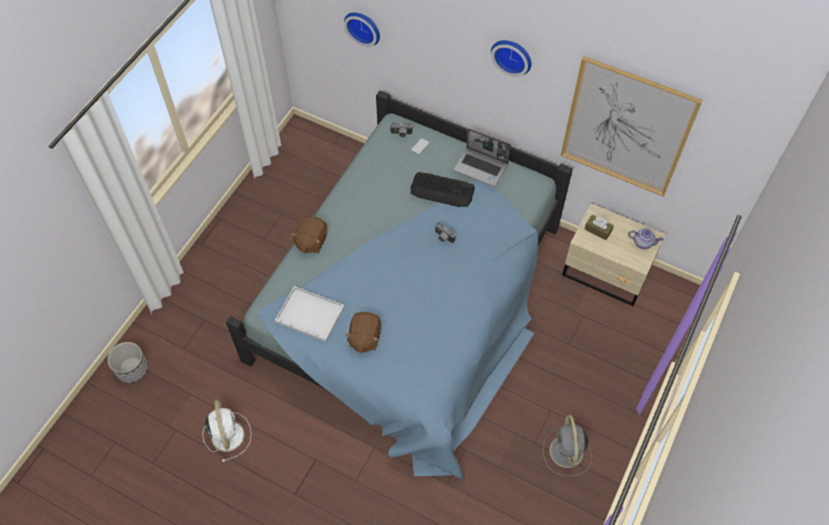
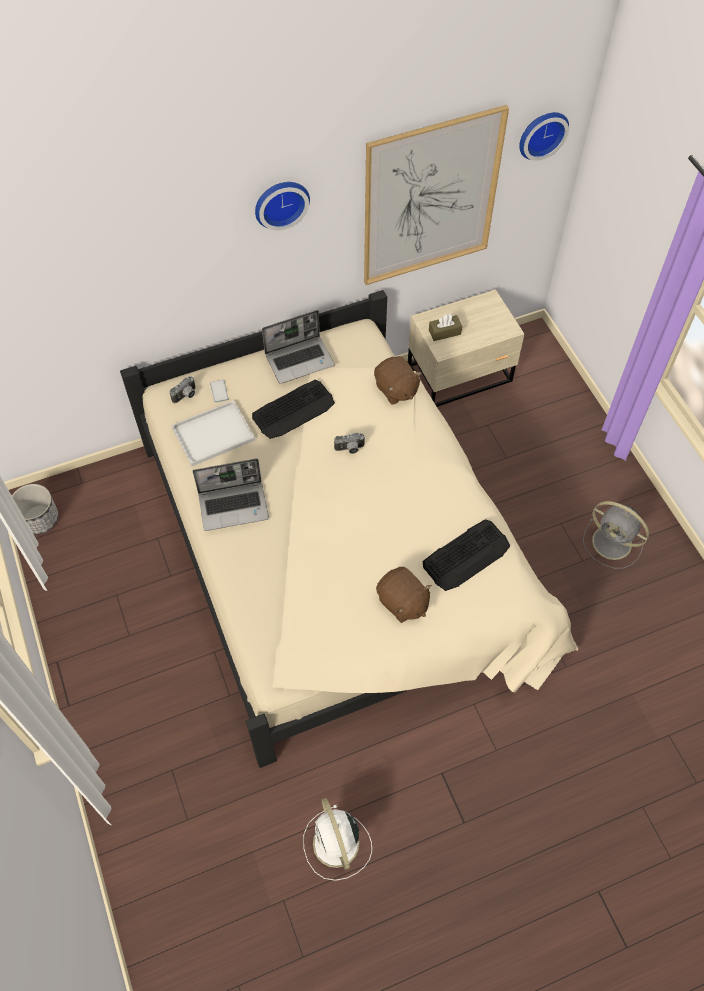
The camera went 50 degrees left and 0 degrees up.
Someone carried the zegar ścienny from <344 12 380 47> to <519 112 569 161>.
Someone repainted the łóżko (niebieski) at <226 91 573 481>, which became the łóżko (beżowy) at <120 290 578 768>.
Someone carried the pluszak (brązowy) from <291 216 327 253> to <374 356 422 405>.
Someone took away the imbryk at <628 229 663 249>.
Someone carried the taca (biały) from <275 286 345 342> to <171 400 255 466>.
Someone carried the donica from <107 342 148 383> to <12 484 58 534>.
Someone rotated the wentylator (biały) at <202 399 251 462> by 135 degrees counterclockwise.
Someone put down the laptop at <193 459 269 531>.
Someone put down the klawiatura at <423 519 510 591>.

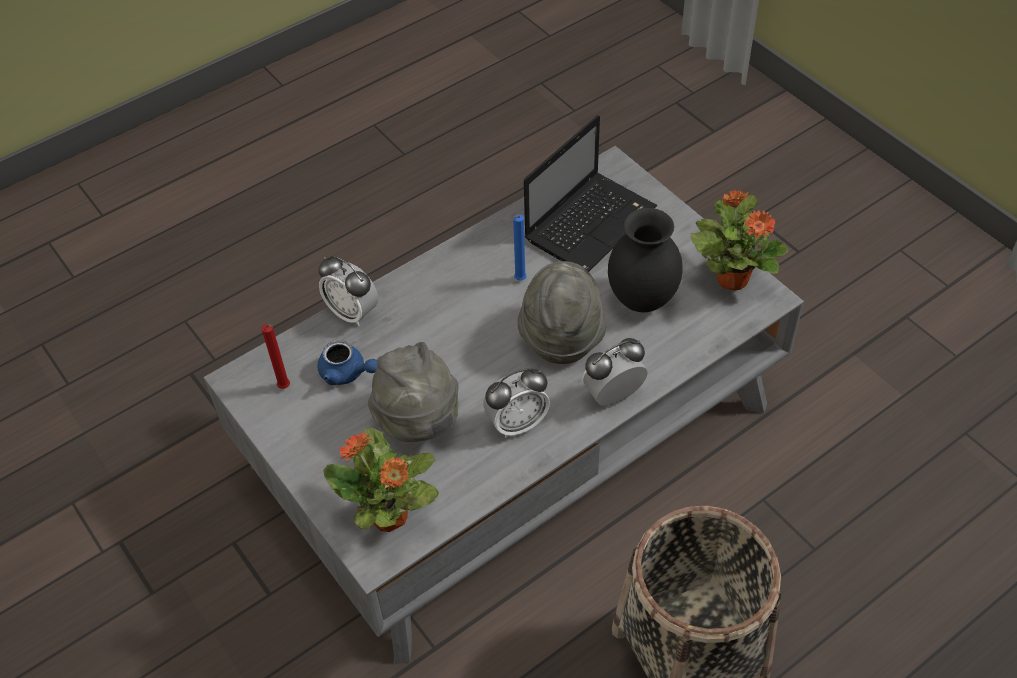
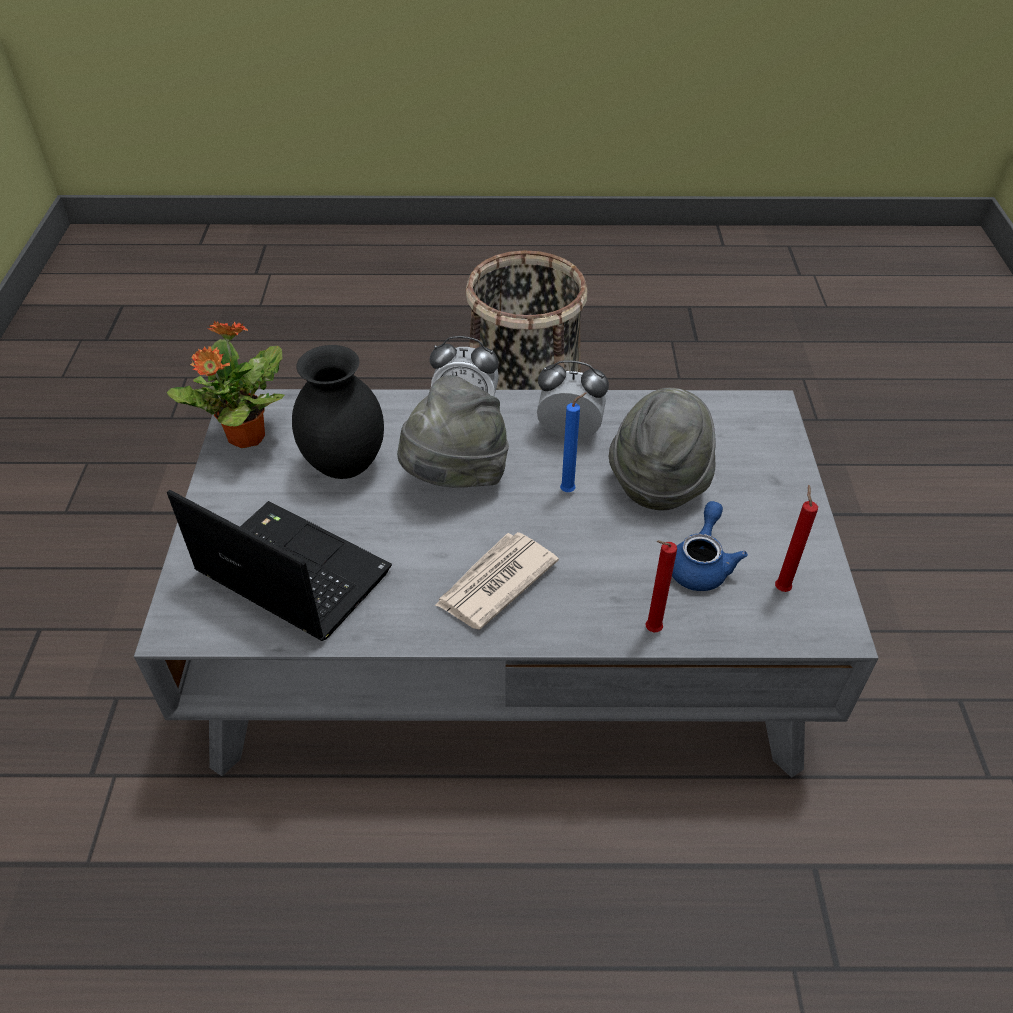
The camera went 145 degrees left and 5 degrees down.
Someone rotated the laptop at <524 115 657 272> by 45 degrees clockwise.
Someone carried the świeca (niebieski) from <513 214 526 281> to <560 393 587 492>.
Someone swapped the budzik at <318 256 378 326> for the świeca (czerwony) at <645 540 677 632>.
Someone rotated the imbryk (niebieski) at <317 340 377 386> by 45 degrees clockwise.
Someone took away the roślina doniczkowa at <323 428 439 532>.
Someone put down the gazeta at <435 532 559 629>.

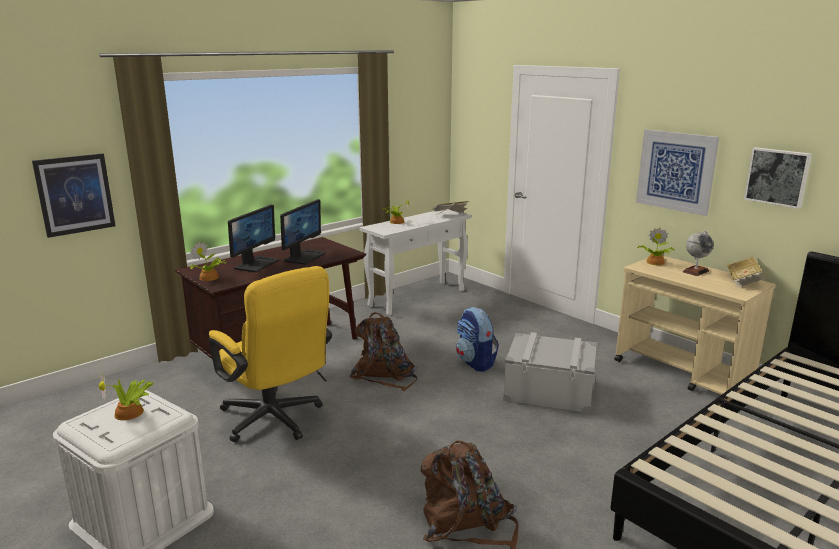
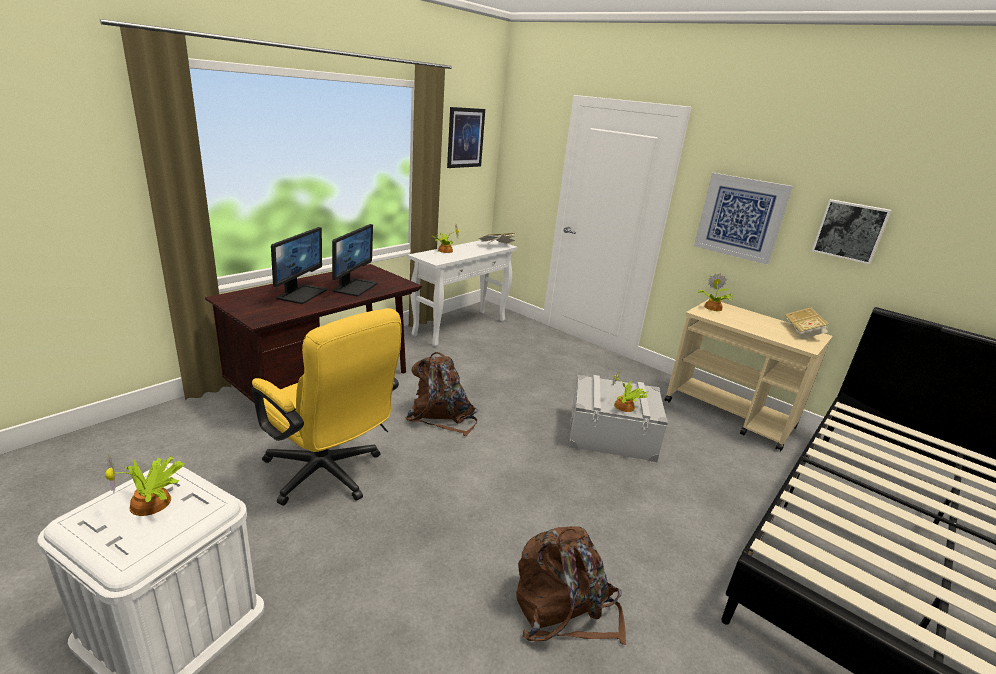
The camera went 10 degrees left and 5 degrees up.
Someone carried the obraz from <32 153 116 238> to <447 107 485 168>.
Someone took away the globus at <683 230 714 276>.
Someone carried the roślina doniczkowa from <190 241 227 281> to <612 370 648 412>.
Someone took away the plecak at <456 307 499 372>.

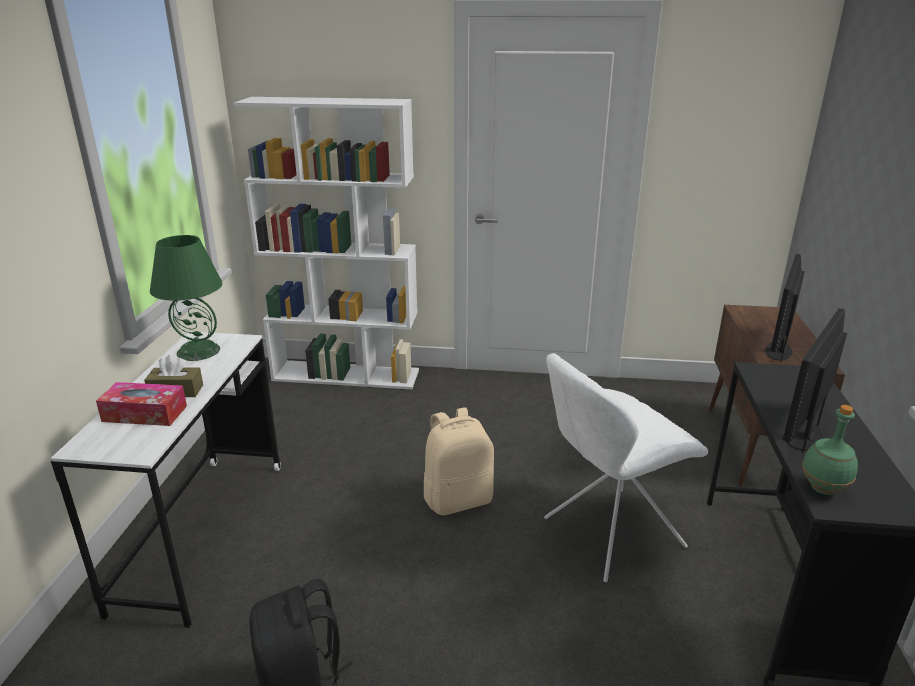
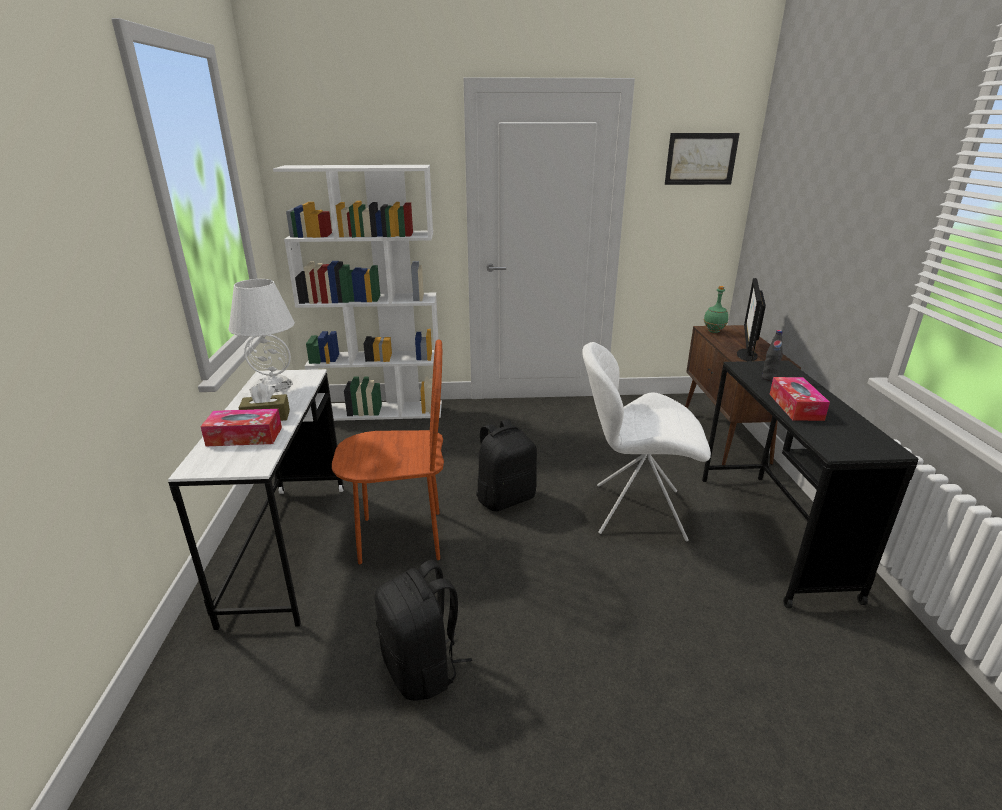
The camera went 10 degrees left and 0 degrees up.
Someone repainted the lampa stołowa (zielony) at <150 235 223 361>, which became the lampa stołowa (biały) at <229 279 295 393>.
Someone swapped the monitor at <783 308 847 452> for the pudełko chusteczek at <769 377 830 421>.
Someone rotated the krzesło (biały) at <544 353 708 582> by 45 degrees clockwise.
Someone carried the butelka (zielony) from <802 405 858 495> to <704 286 728 333>.
Someone repainted the plecak (beżowy) at <424 407 494 515>, which became the plecak (czarny) at <476 419 537 511>.
Someone put up the obraz at <665 133 740 185>.
Someone put down the butelka (czarny) at <762 330 783 381>.
Someone put down the krzesło (brązowy) at <332 339 444 564>.

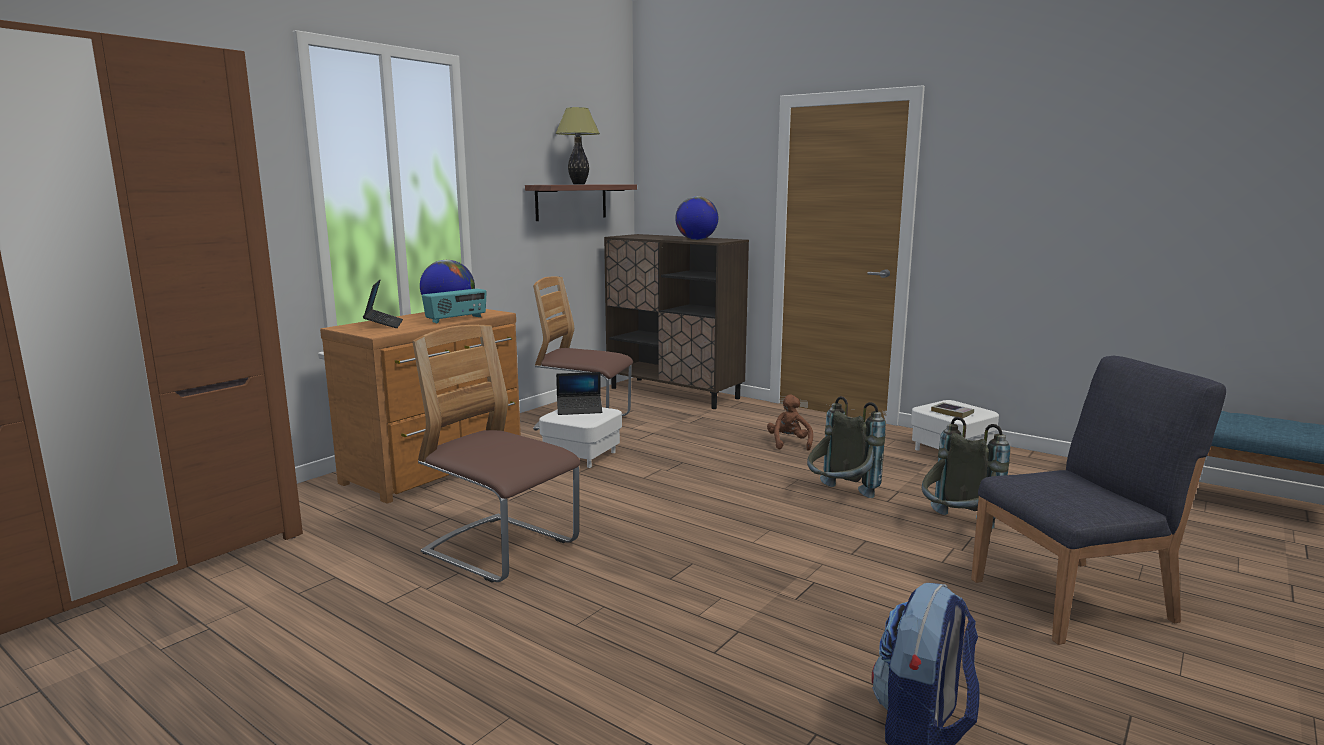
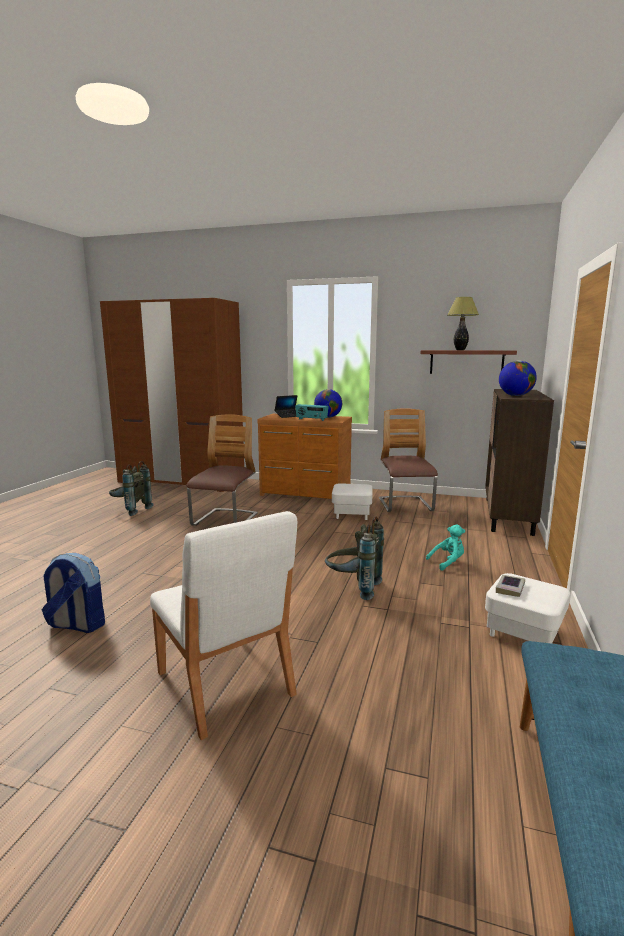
The camera went 70 degrees right and 0 degrees up.
Someone repainted the krzesło (niebieski) at <971 356 1226 645>, which became the krzesło (biały) at <150 511 297 740>.
Someone took away the laptop at <556 372 603 415>.
Someone repainted the pluszak (brązowy) at <767 394 813 451>, which became the pluszak (turkusowy) at <426 524 465 571>.
Someone carried the plecak (szary) from <922 417 1010 529> to <109 461 154 516>.

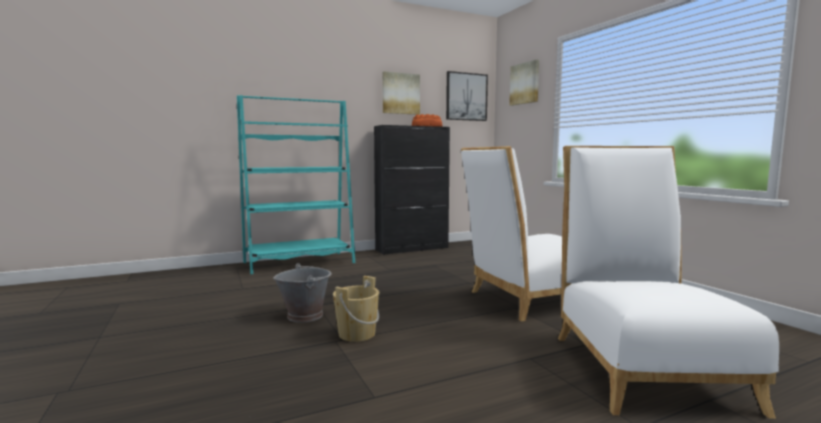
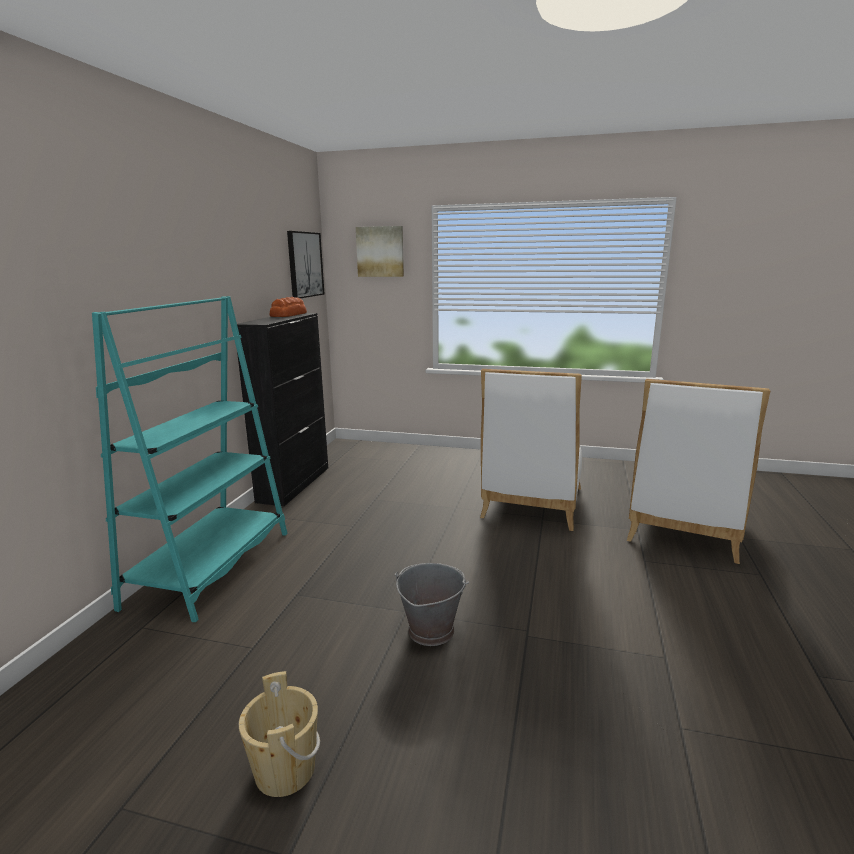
The camera went 50 degrees left and 10 degrees up.
Someone took away the obraz at <382 71 420 115>.
Someone rotated the krzesło (biały) at <558 146 779 419> by 105 degrees counterclockwise.
Someone carried the wiadro (beżowy) from <333 276 380 342> to <239 671 320 797>.

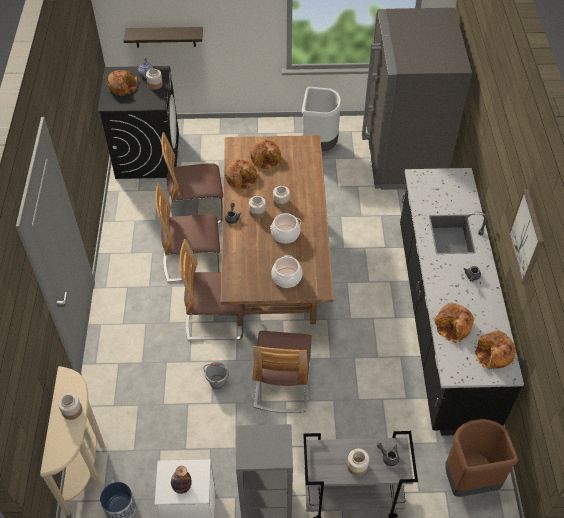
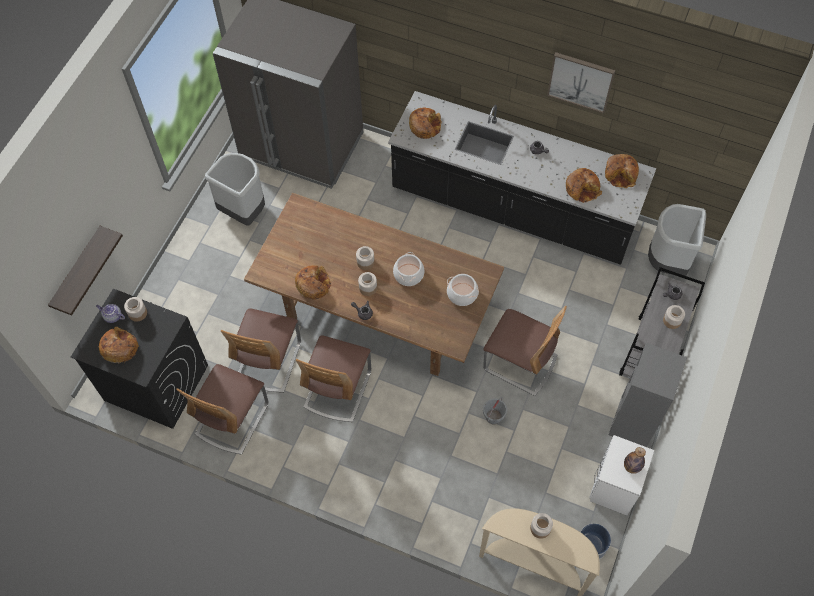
The camera went 65 degrees left and 10 degrees up.
Someone carried the chleb from <250 140 282 169> to <409 108 442 139>.
Someone carried the krzesło from <180 239 245 340> to <176 364 268 455>.
Someone repainted the kosz na śmieci (brązowy) at <445 419 518 497>, which became the kosz na śmieci (szary) at <648 204 706 276>.

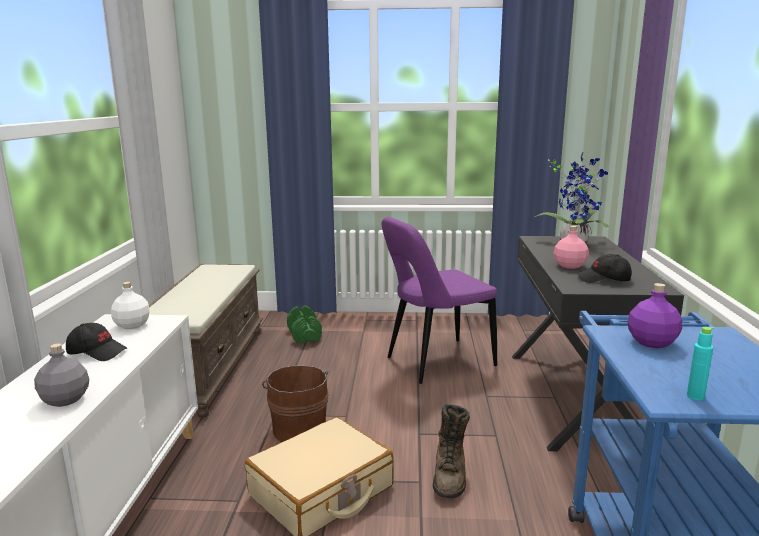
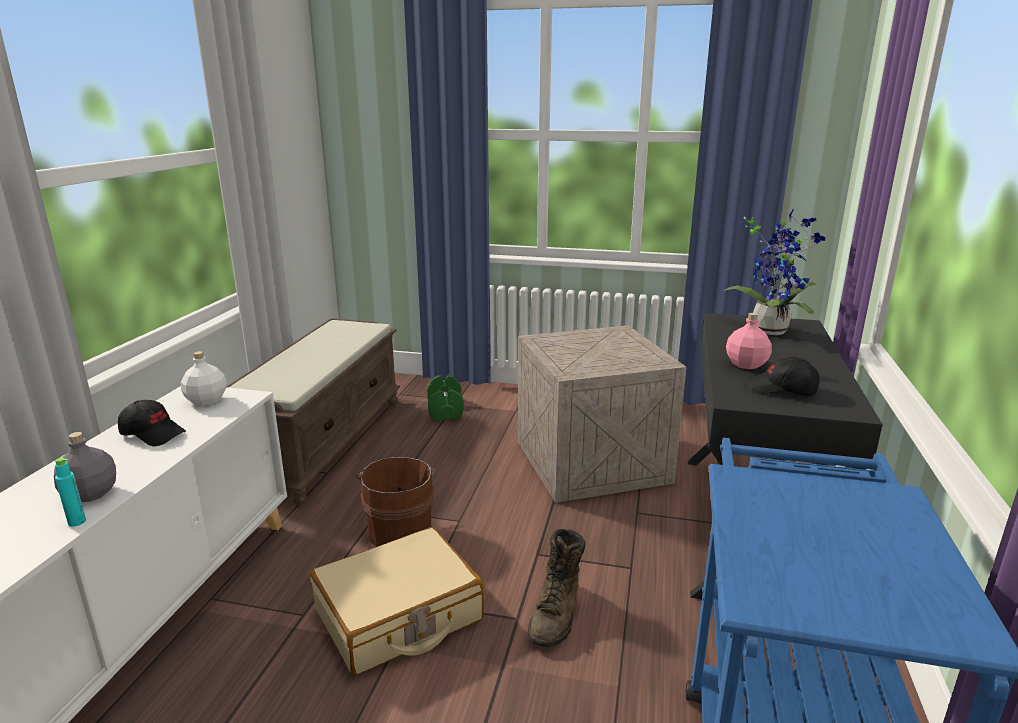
The camera went 10 degrees right and 5 degrees up.
Someone swapped the krzesło (fioletowy) at <382 217 497 384> for the skrzynka at <518 325 687 503>.
Someone took away the butelka (fioletowy) at <627 283 682 348>.
Someone carried the butelka (turkusowy) from <687 327 714 401> to <55 458 86 527>.

